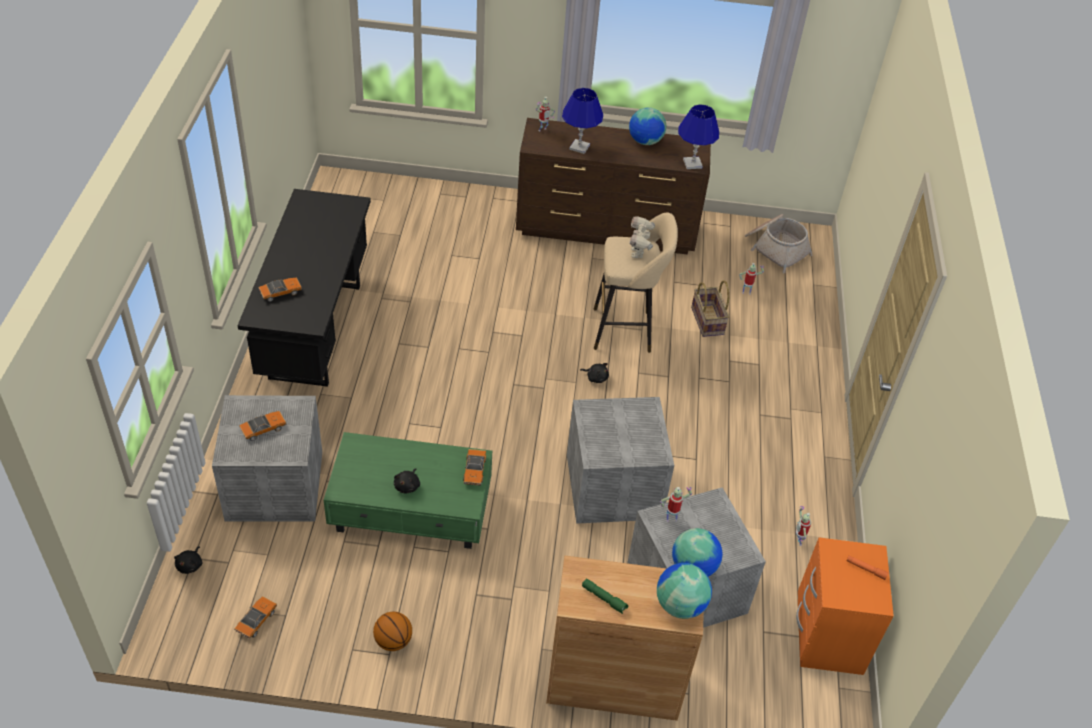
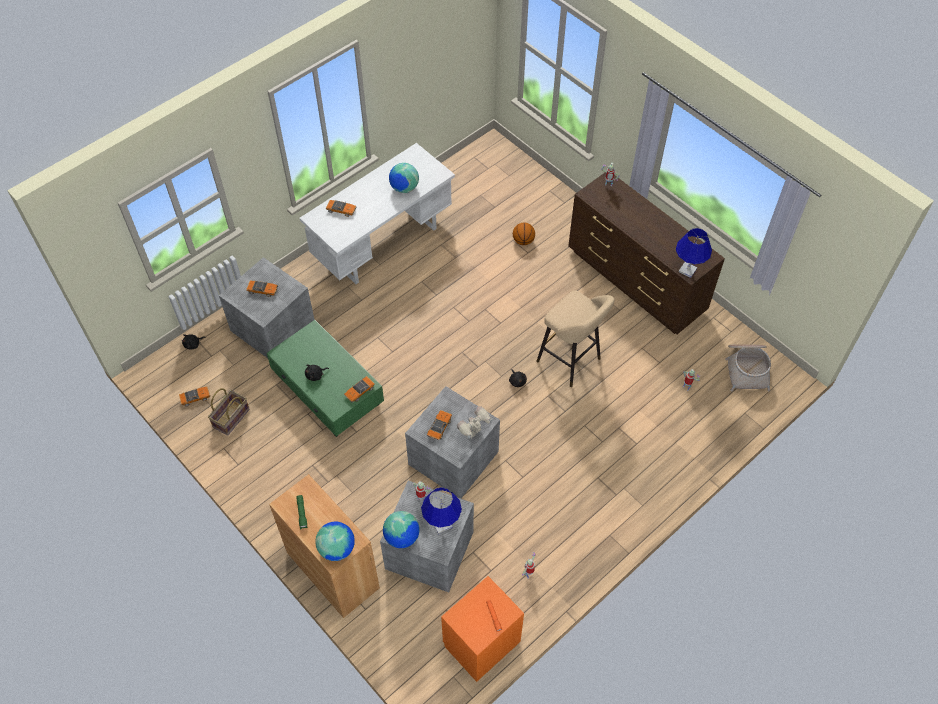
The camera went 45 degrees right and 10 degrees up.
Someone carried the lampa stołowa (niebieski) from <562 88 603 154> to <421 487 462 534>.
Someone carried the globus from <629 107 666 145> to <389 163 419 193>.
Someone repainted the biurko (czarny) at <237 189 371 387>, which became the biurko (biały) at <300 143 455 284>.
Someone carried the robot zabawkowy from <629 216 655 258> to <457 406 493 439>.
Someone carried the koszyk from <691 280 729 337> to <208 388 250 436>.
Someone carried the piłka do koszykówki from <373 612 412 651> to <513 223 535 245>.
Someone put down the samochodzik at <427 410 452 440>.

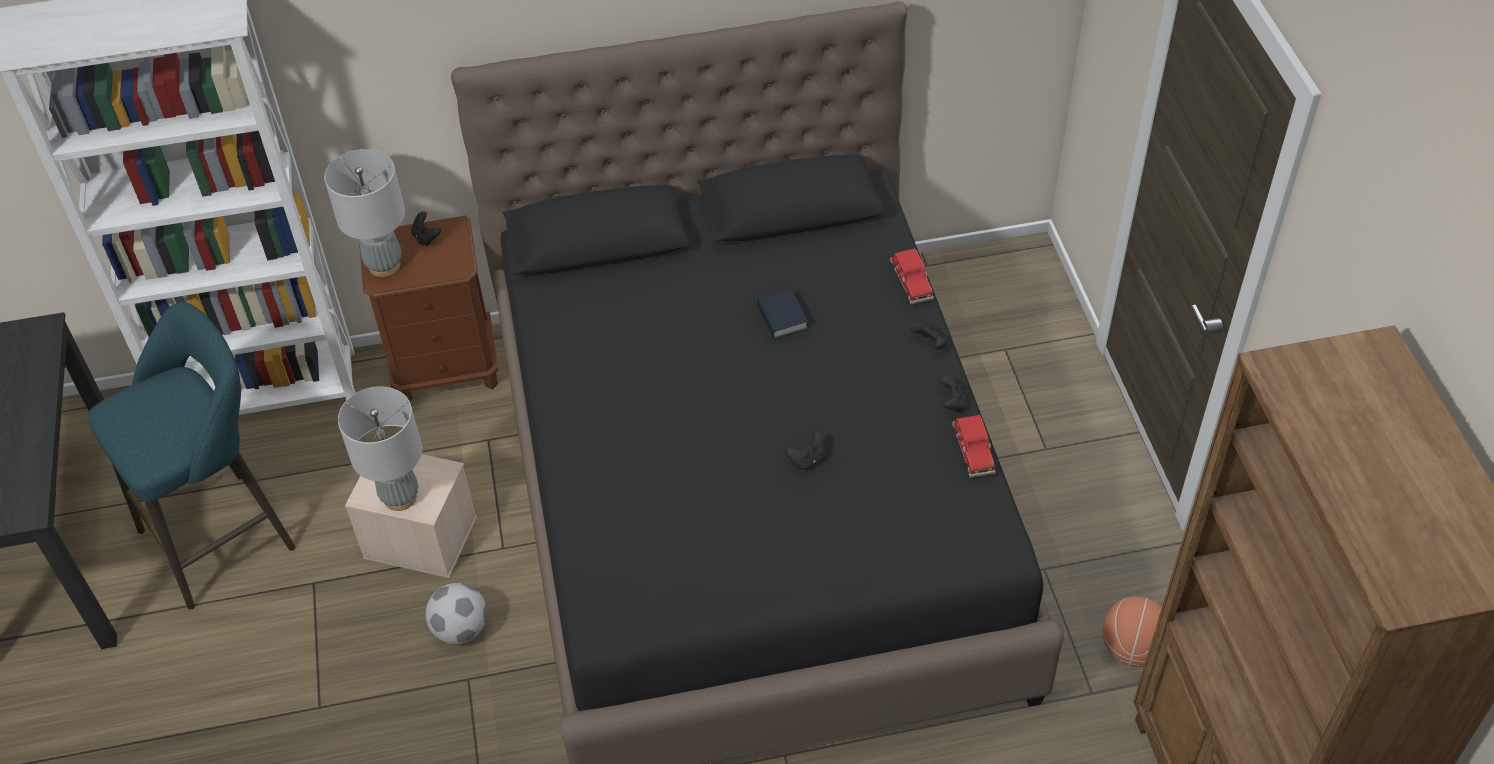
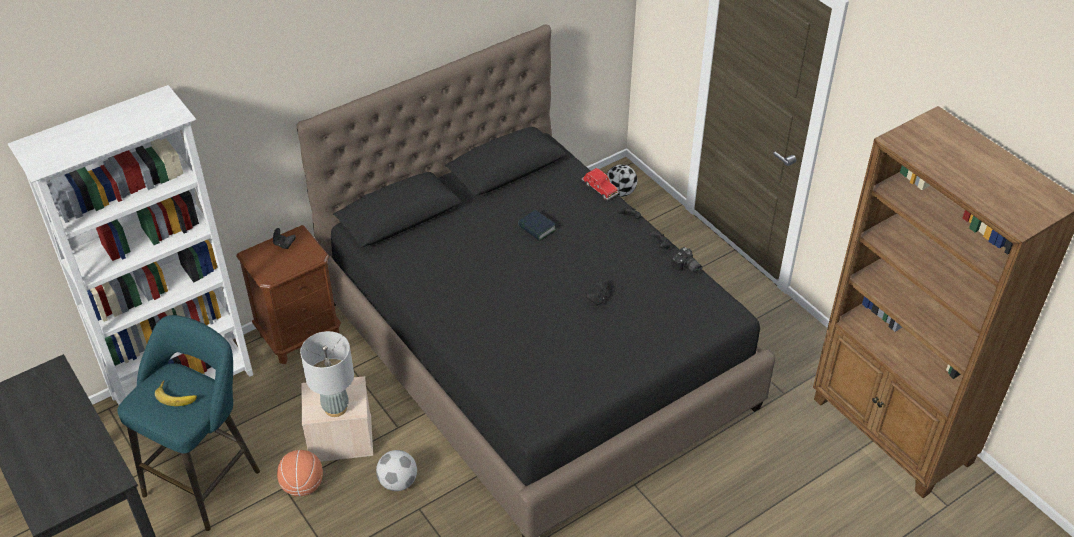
The camera went 25 degrees left and 5 degrees down.
Someone took away the lampa stołowa (szary) at <324 149 405 277>.
Someone swapped the samochodzik (czerwony) at <952 415 996 478> for the aparat fotograficzny at <671 247 702 274>.
Someone carried the piłka do koszykówki from <1103 596 1162 667> to <277 450 323 496>.
Someone put down the piłka futbolowa at <606 164 637 197>.
Someone put down the banan at <155 381 197 406>.

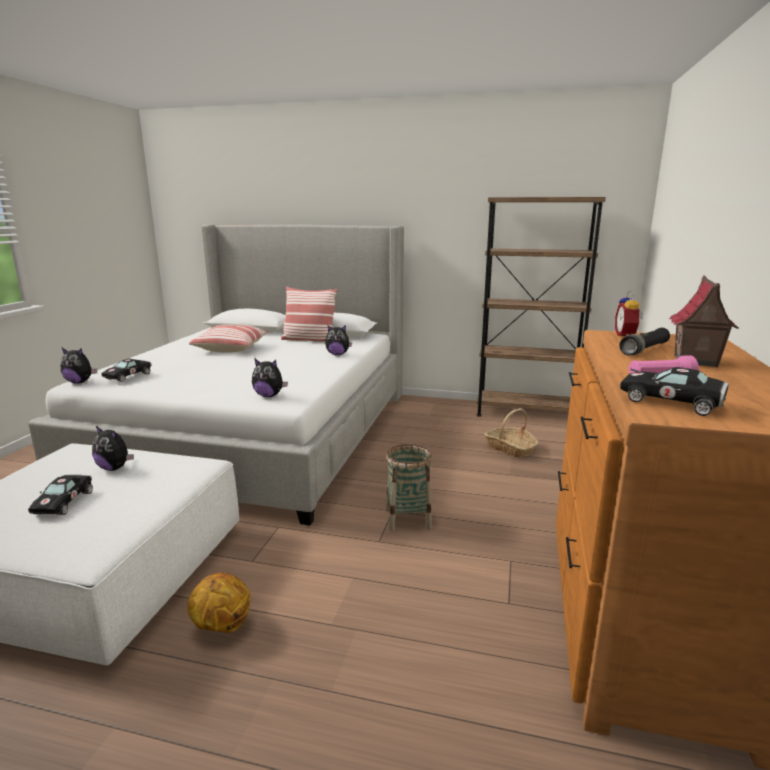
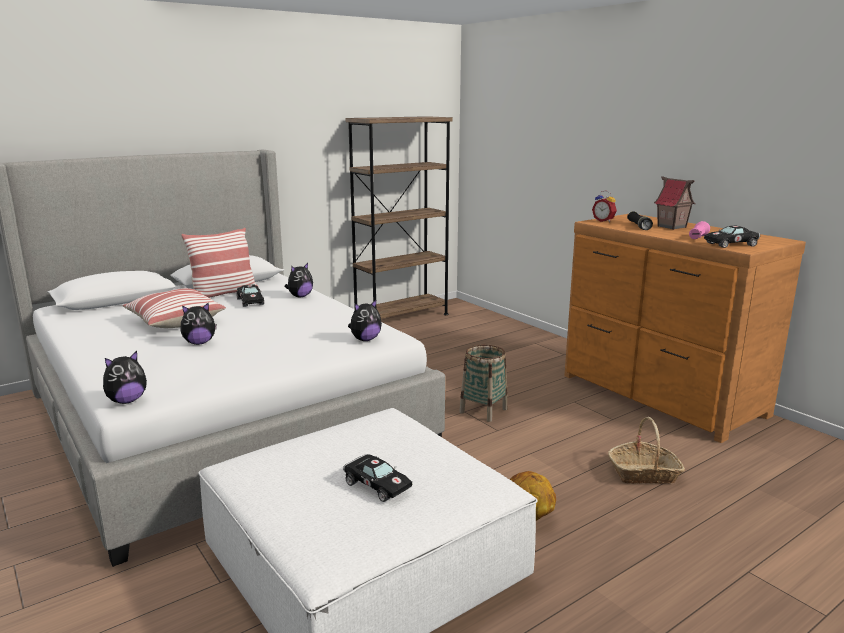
The camera went 50 degrees left and 0 degrees up.
Someone carried the samochodzik (czarny) from <101 359 151 382> to <236 284 264 307>.
Someone carried the koszyk from <484 409 538 458> to <608 417 685 484>.
Someone carried the pluszak from <92 426 134 471> to <180 303 217 345>.

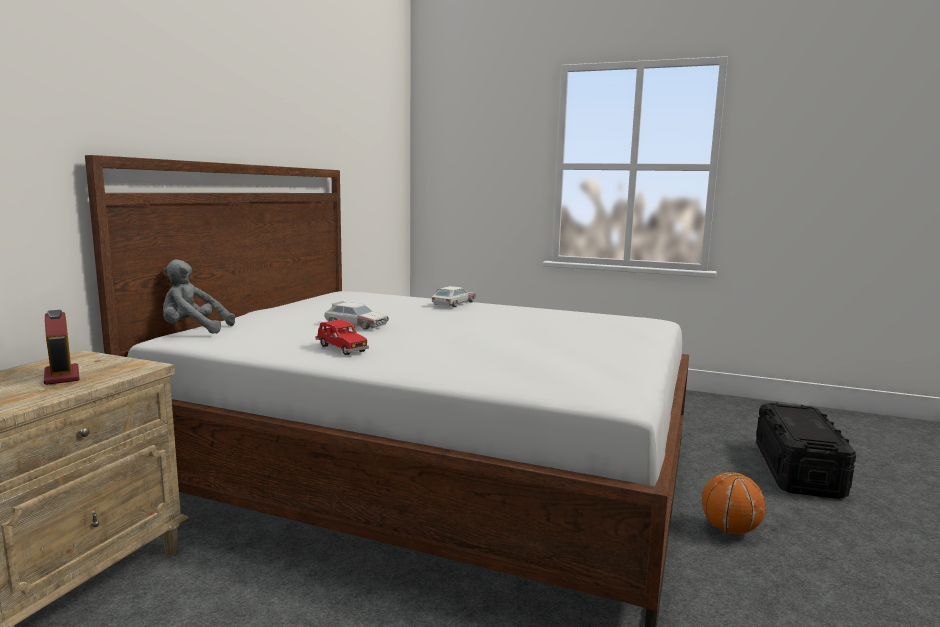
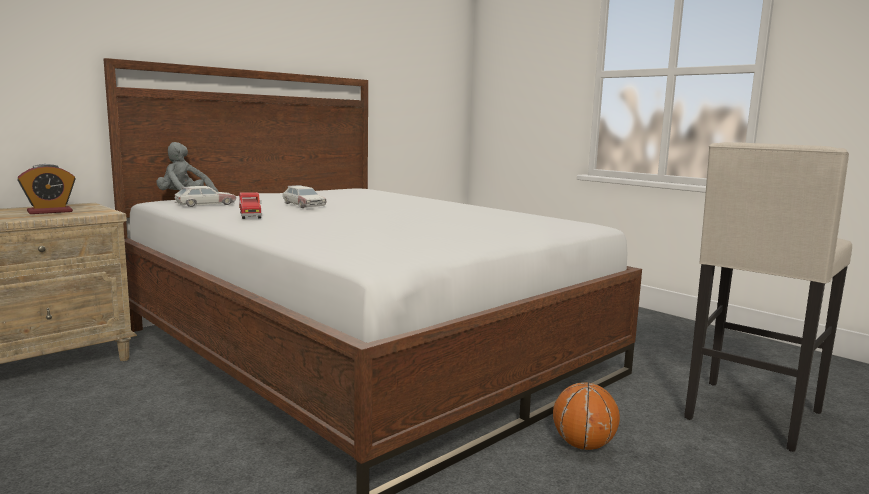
The camera went 25 degrees right and 0 degrees up.
Someone carried the samochodzik from <432 286 476 307> to <174 186 236 207>.
Someone rotated the budzik at <44 310 79 385> by 120 degrees counterclockwise.
Someone swapped the pojemnik do przechowywania (czarny) at <756 402 856 499> for the stołek (beżowy) at <684 142 852 452>.

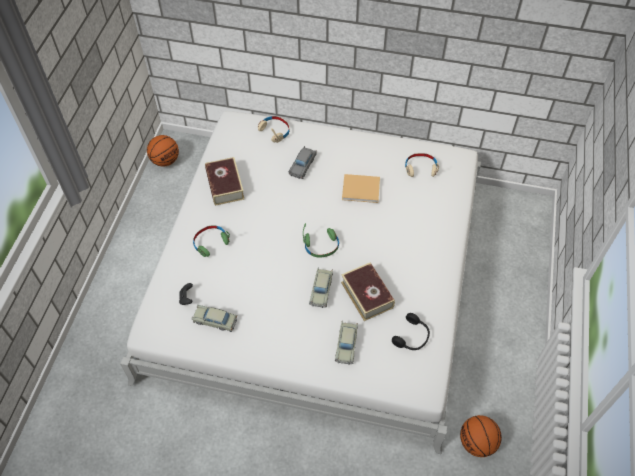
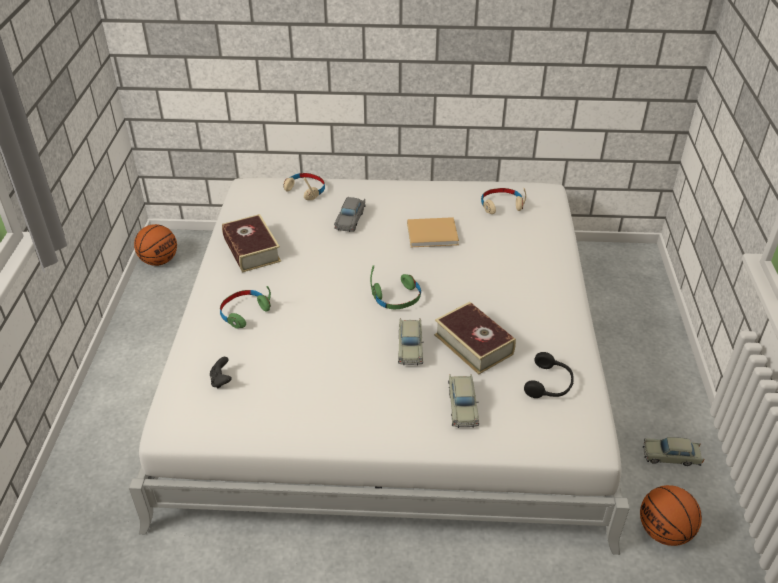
The camera went 10 degrees left and 15 degrees down.
Someone carried the samochodzik (beżowy) from <192 305 237 332> to <643 437 704 466>.

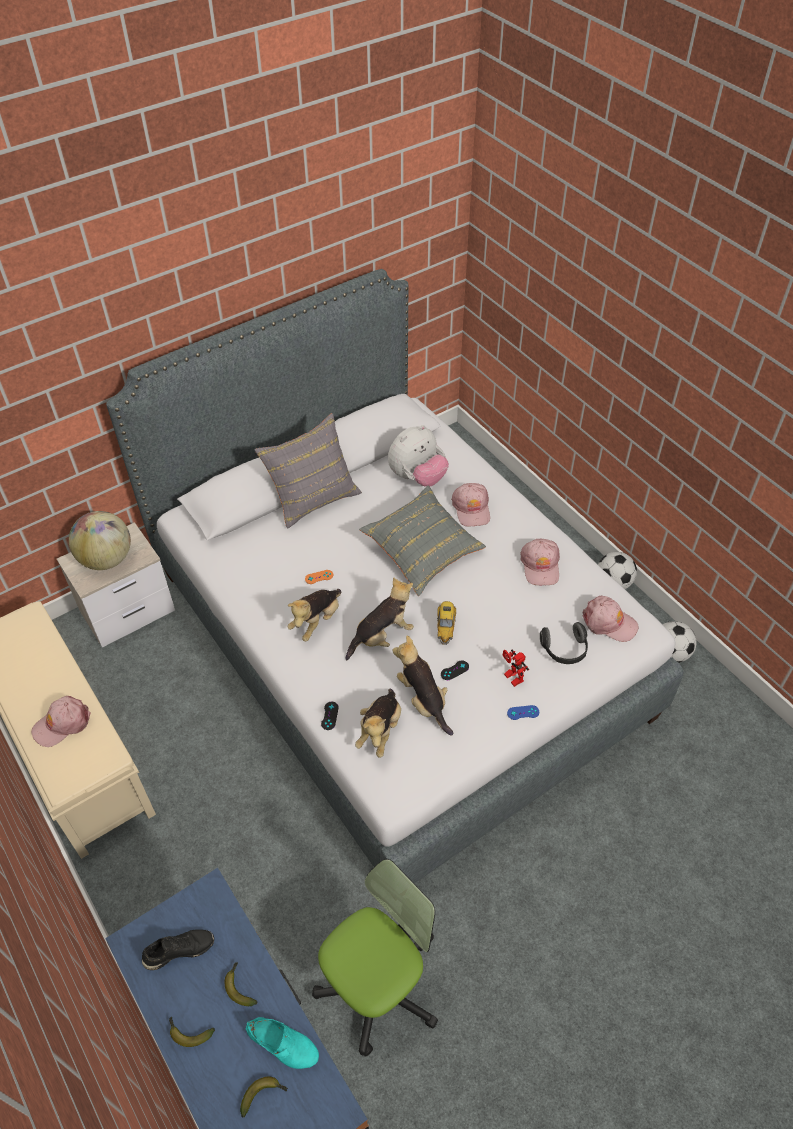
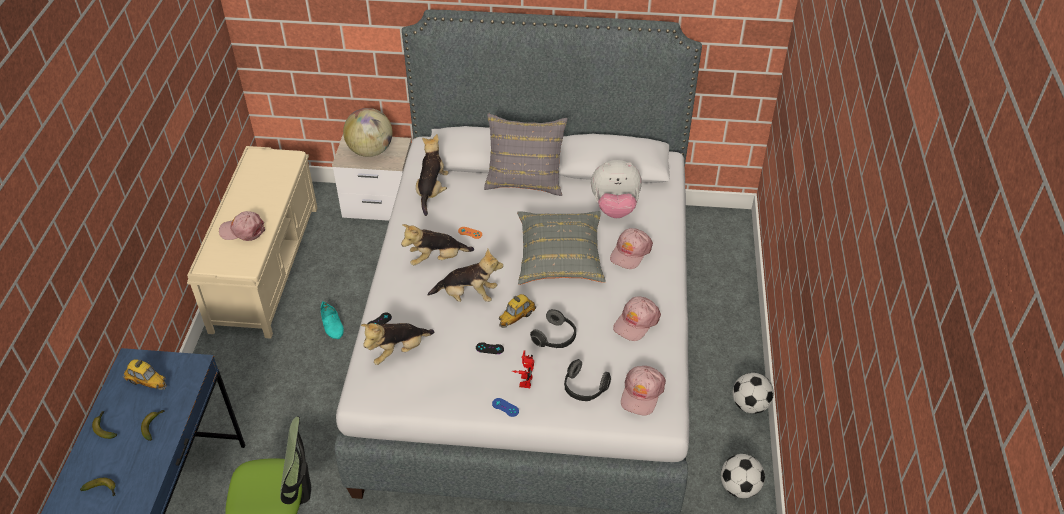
The camera went 40 degrees right and 5 degrees down.
Someone rotated the czapka z daszkiem (różowy) at <582 596 638 642> by 45 degrees clockwise.
Someone carried the pluszak from <393 636 453 736> to <416 134 449 216>.
Someone swapped the but (czarny) at <142 929 214 970> for the samochodzik at <123 359 167 390>.
Someone carried the but (turkusowy) from <246 1017 319 1069> to <321 301 344 339>.
Someone put down the słuchawki at <530 309 576 348>.

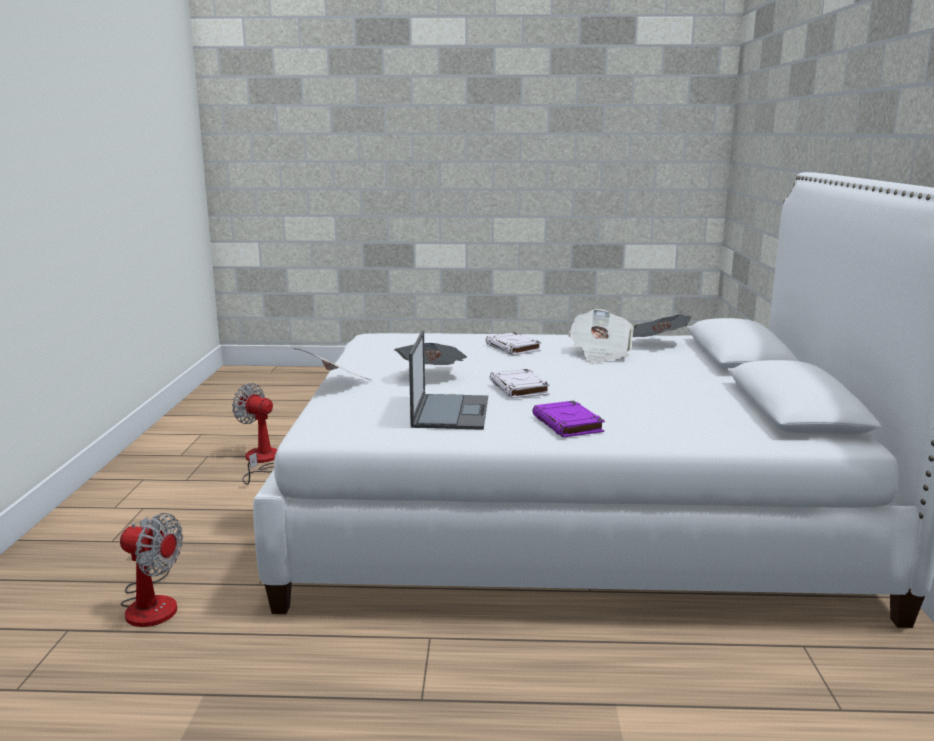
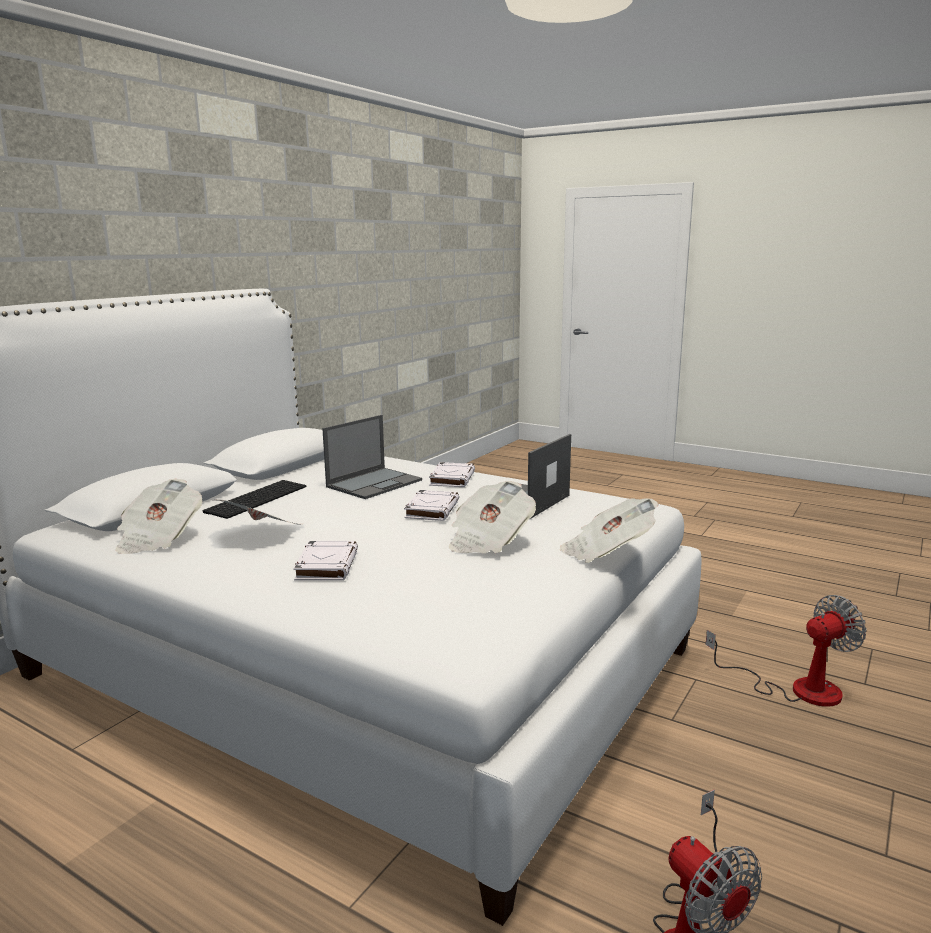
The camera went 150 degrees left and 0 degrees up.
Someone repainted the książka (fioletowy) at <533 401 605 437>, which became the książka (biały) at <429 462 475 487>.
Someone rotated the wentylator at <120 513 183 627> by 105 degrees clockwise.
Someone put down the laptop at <322 415 422 499>.
Someone put down the klawiatura at <203 480 306 519>.

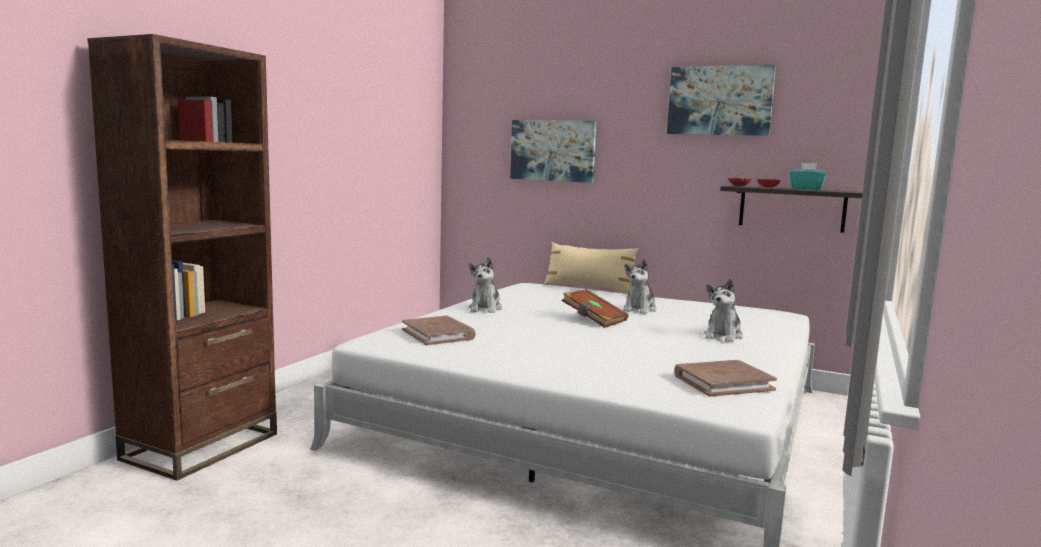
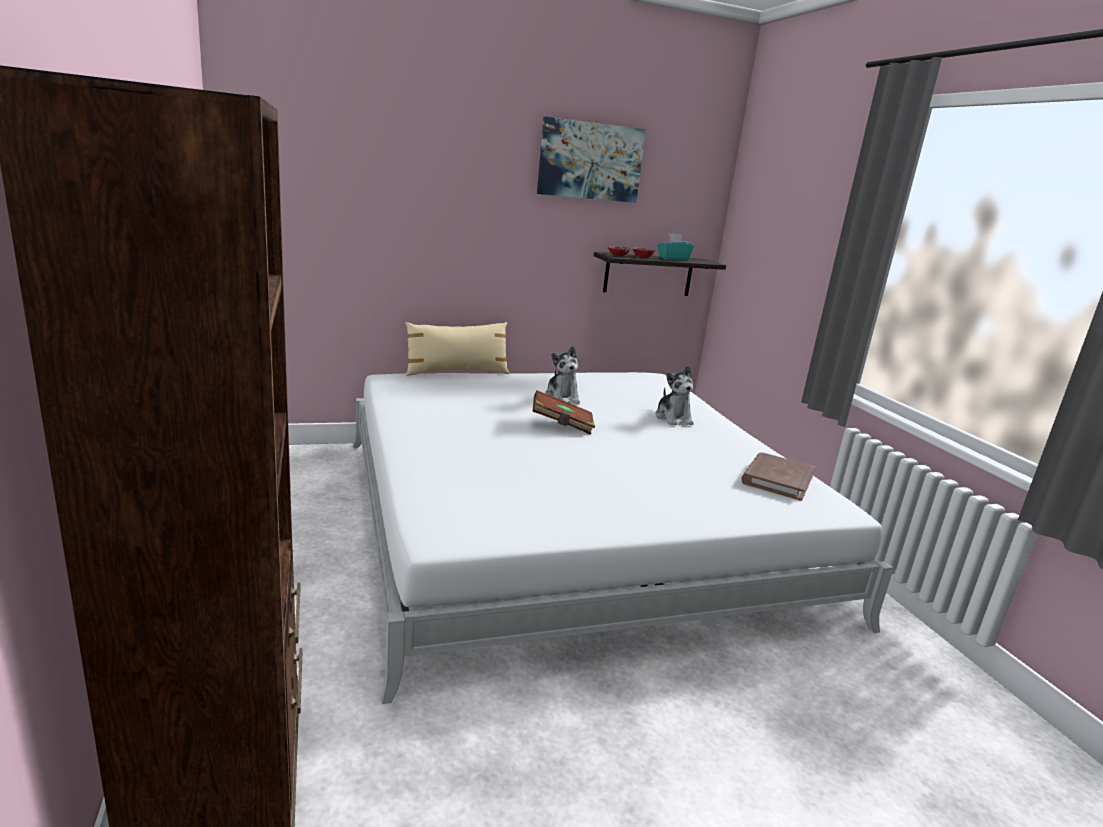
The camera went 45 degrees left and 10 degrees up.
Someone took away the obraz at <510 120 597 183>.
Someone took away the pluszak at <469 257 502 313>.
Someone took away the książka (brązowy) at <402 316 476 345>.

